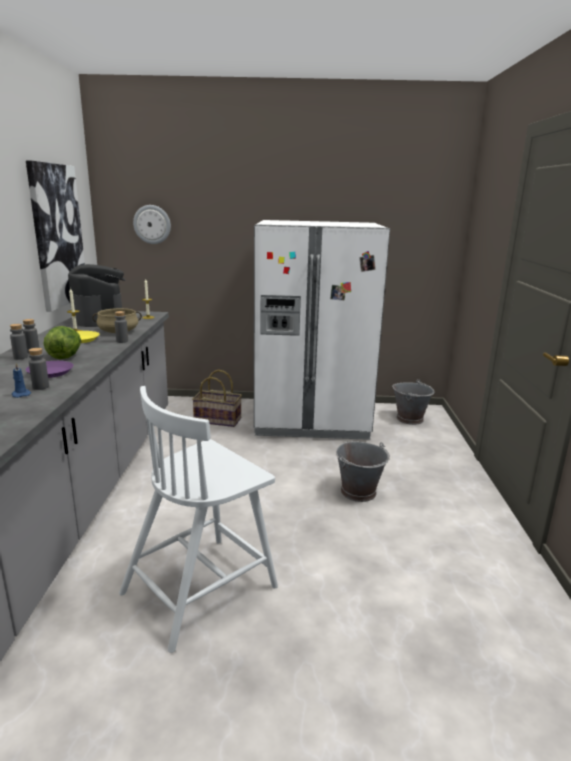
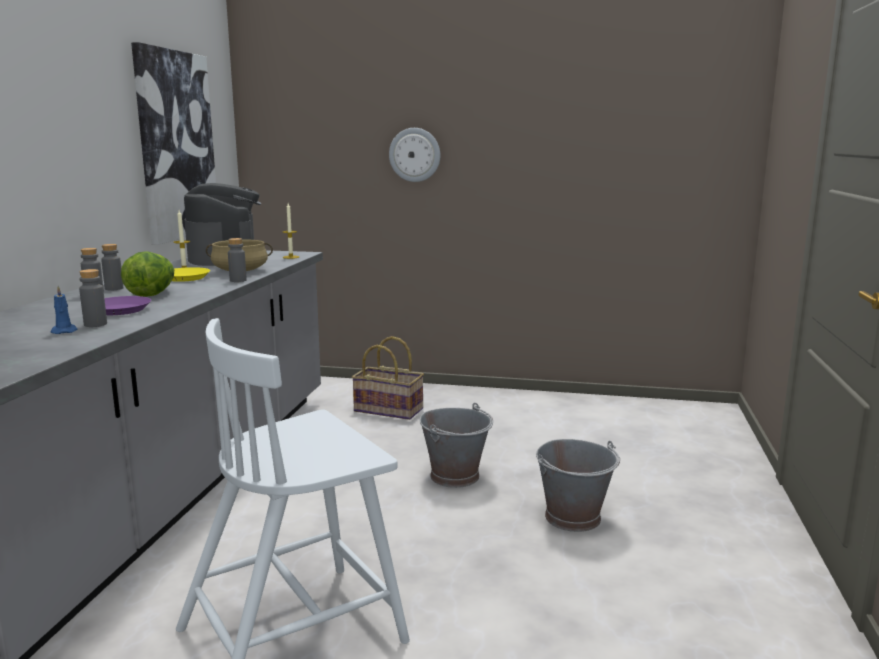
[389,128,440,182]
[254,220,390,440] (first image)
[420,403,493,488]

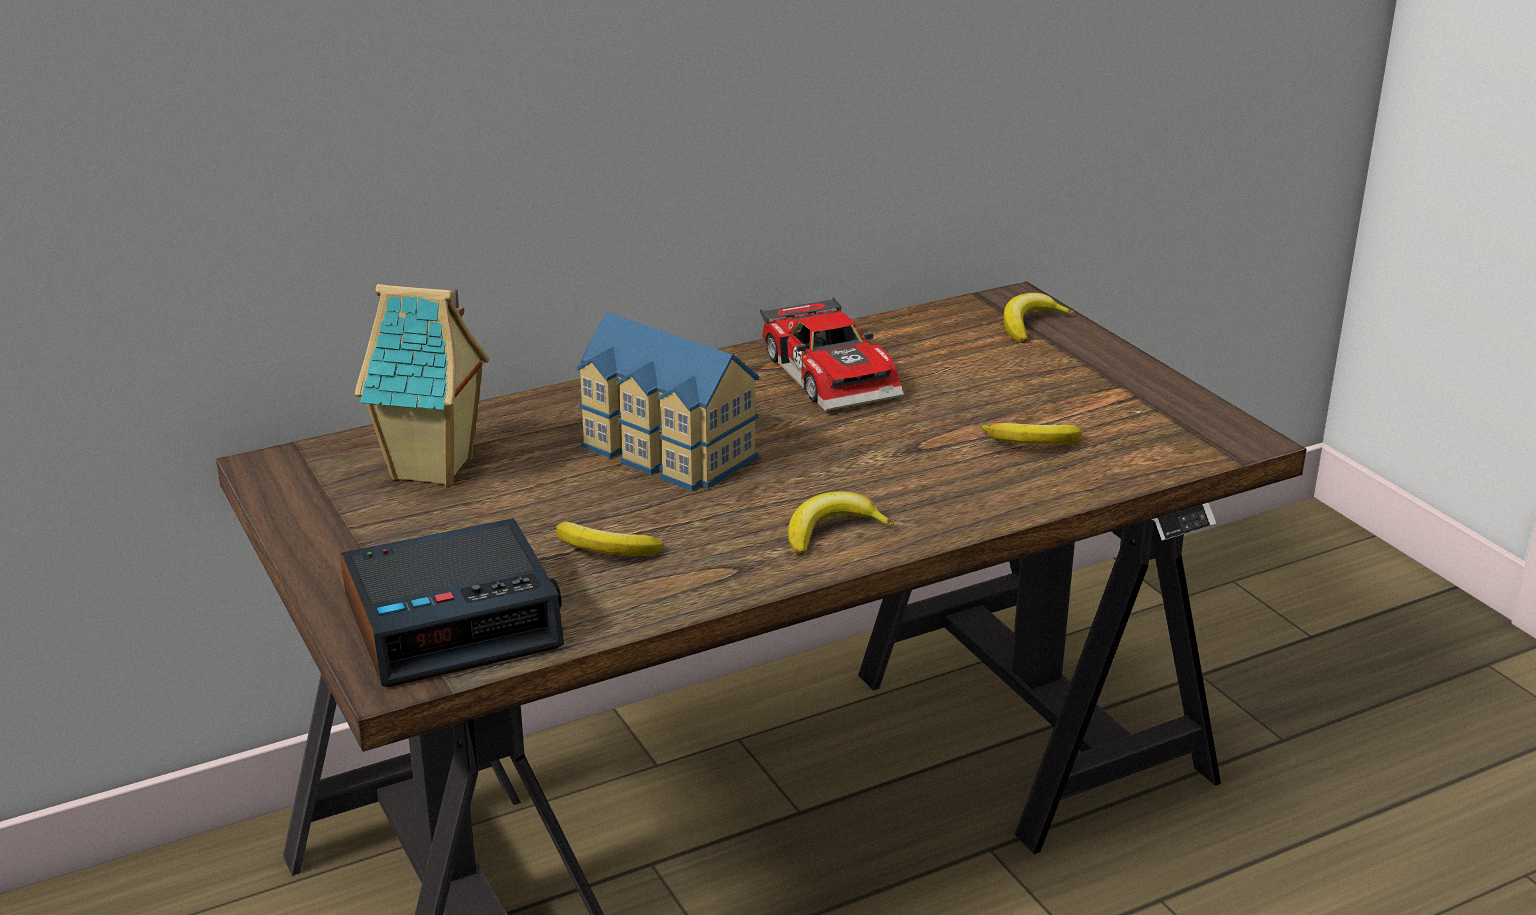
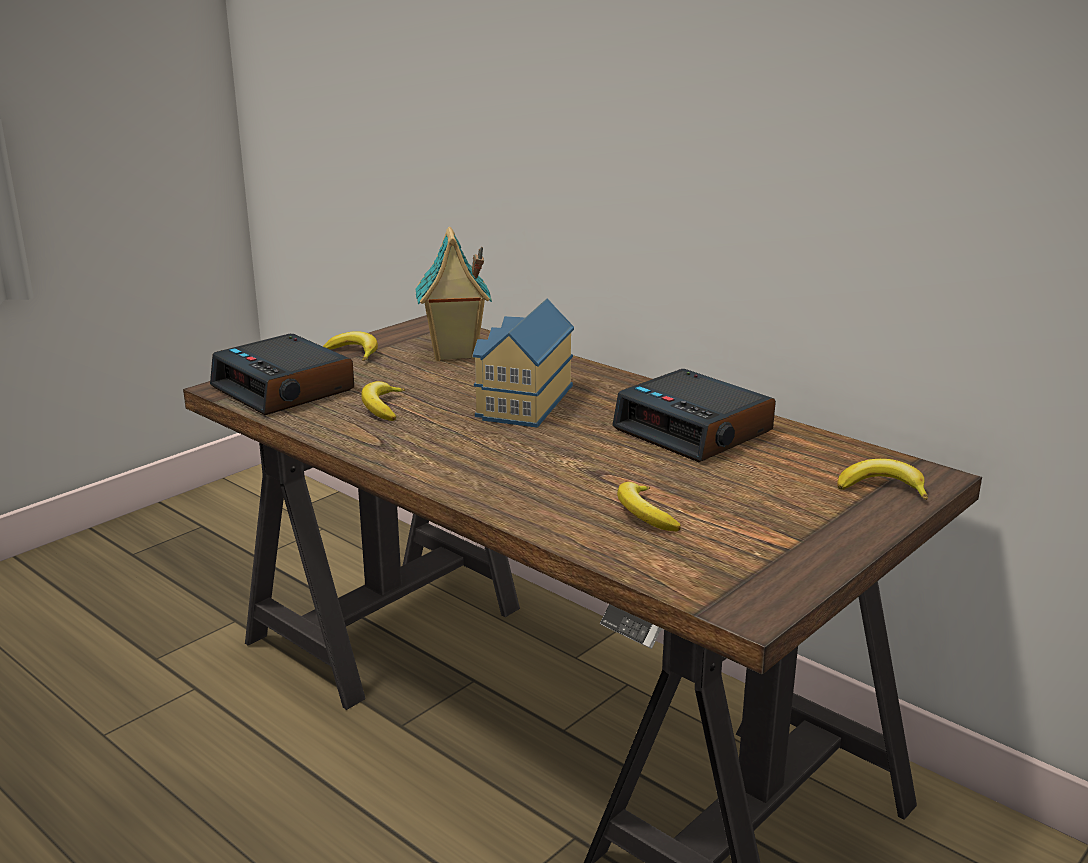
[612,369,776,462]
[323,331,378,361]

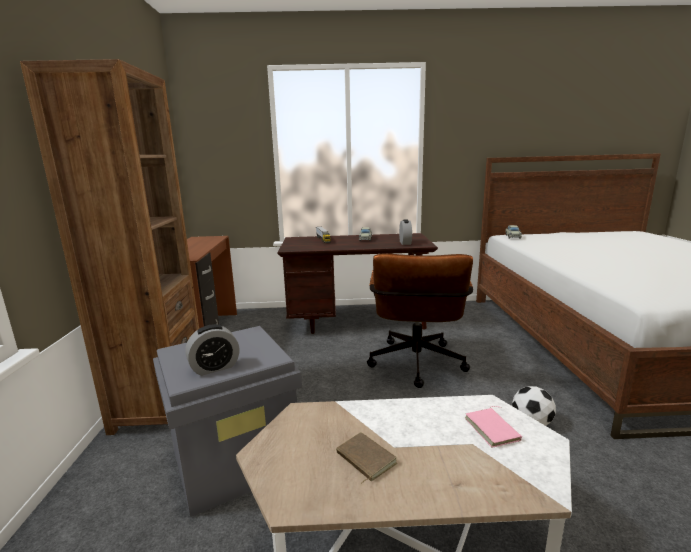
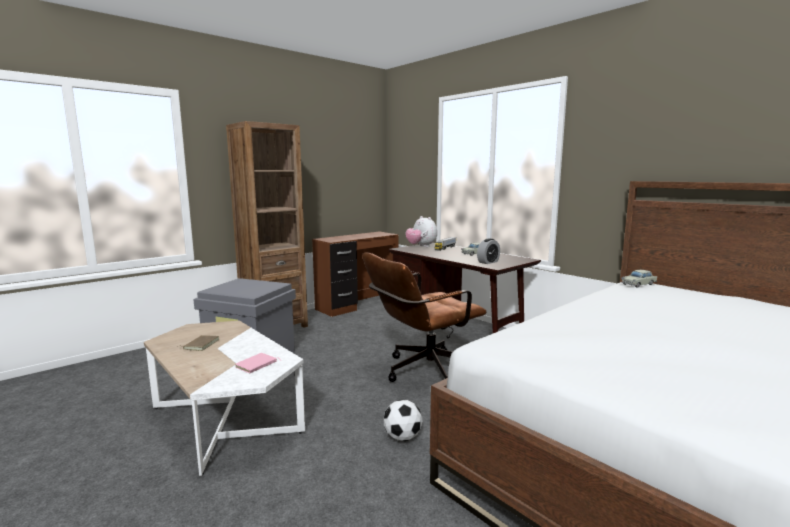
[185,324,240,376] (first image)
[406,216,437,247]

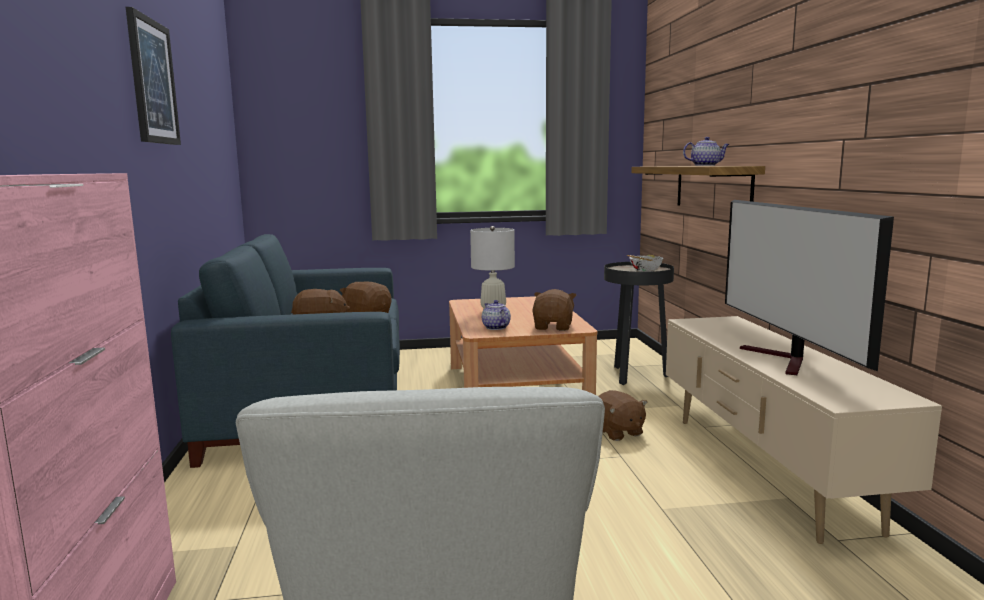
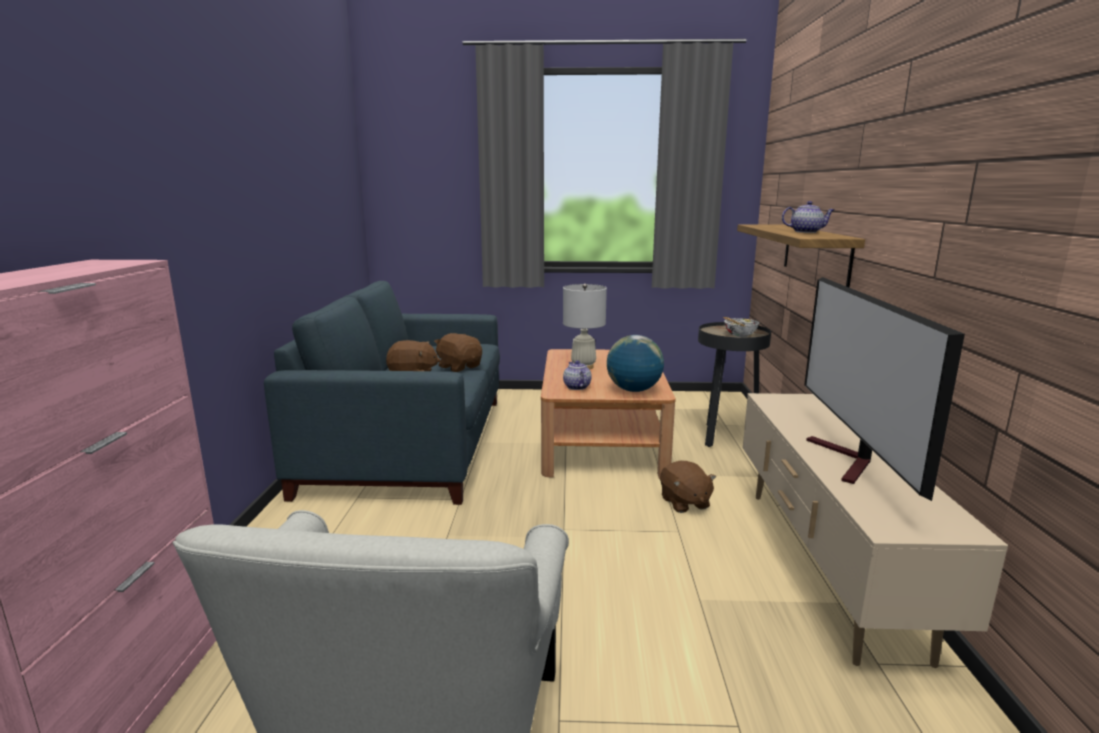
[126,7,181,145] (first image)
[607,335,664,392]

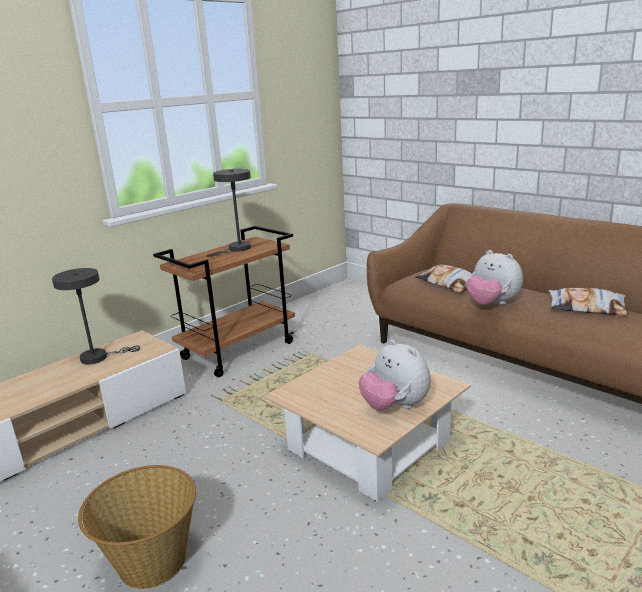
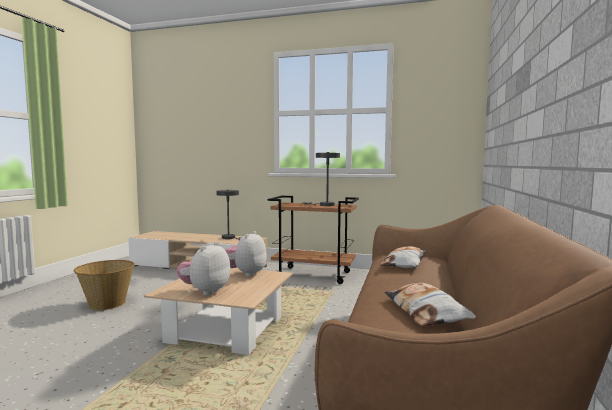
[225,231,267,277]

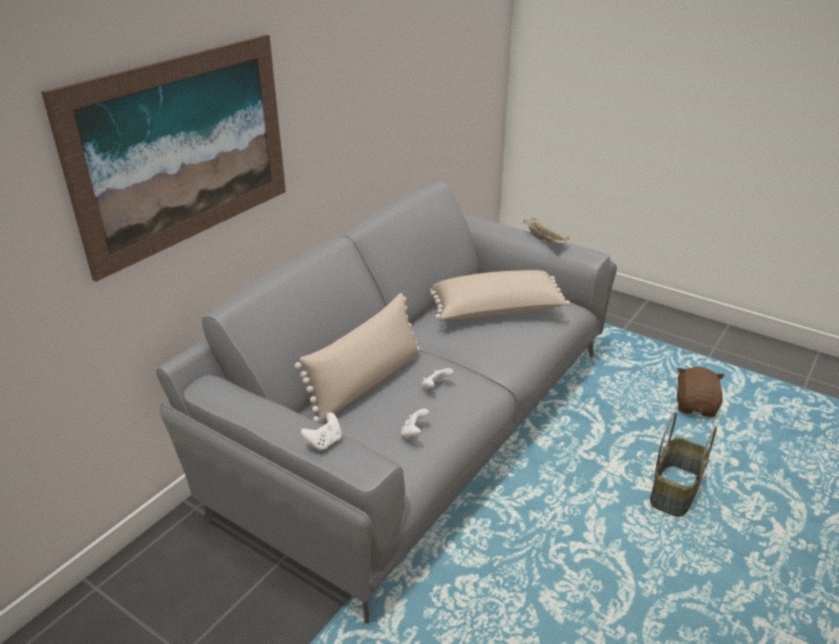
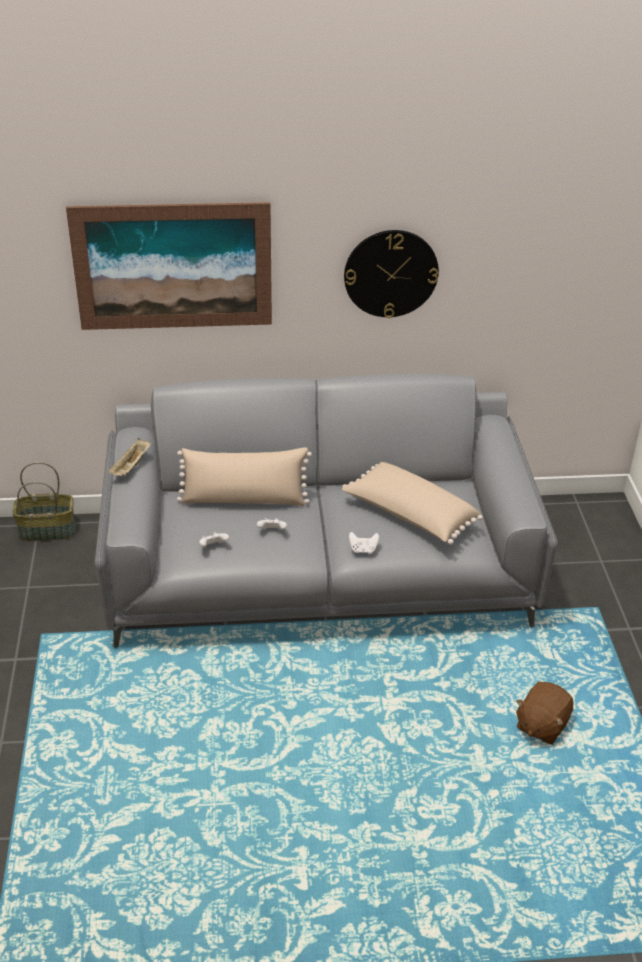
[108,438,151,476]
[516,682,574,744]
[349,532,379,553]
[12,462,76,541]
[344,230,439,318]

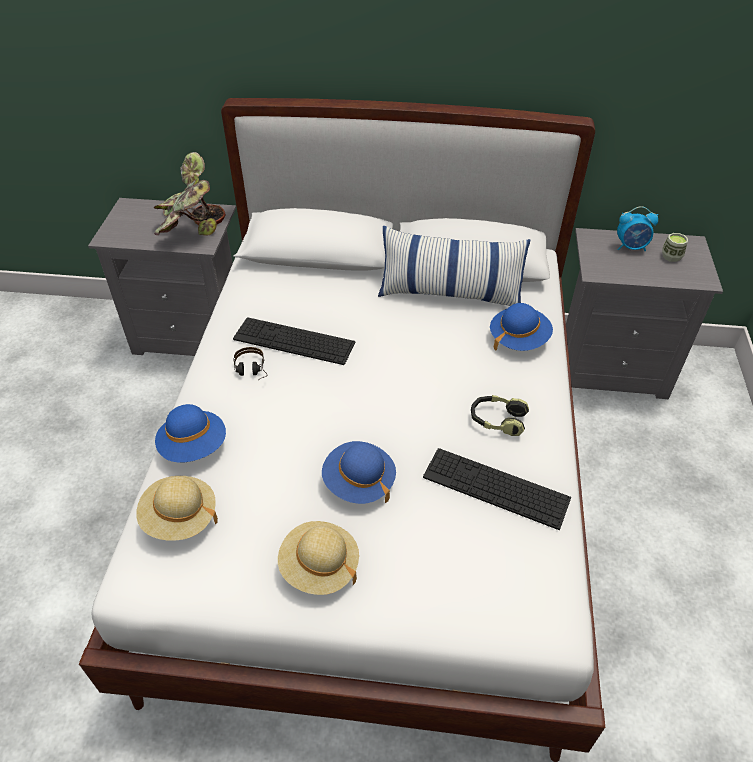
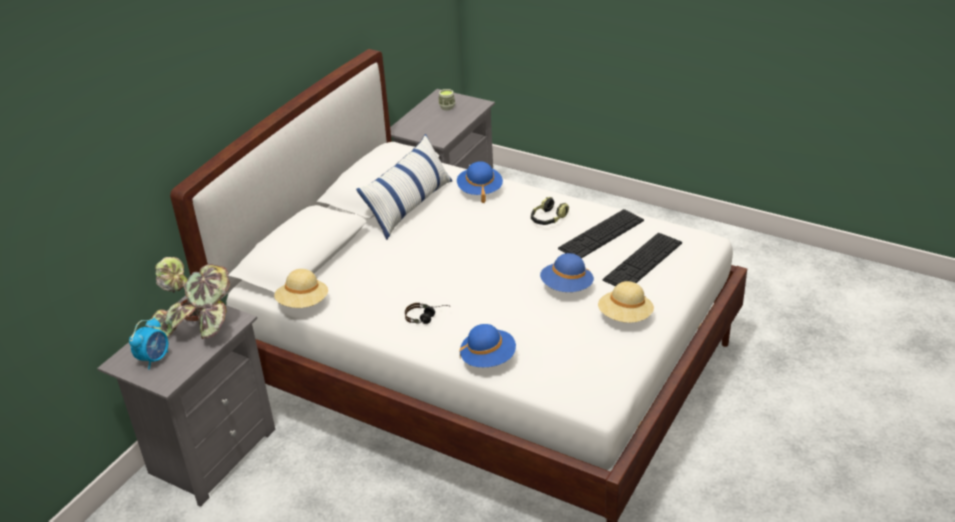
[129,317,168,370]
[603,233,682,286]
[274,269,328,308]

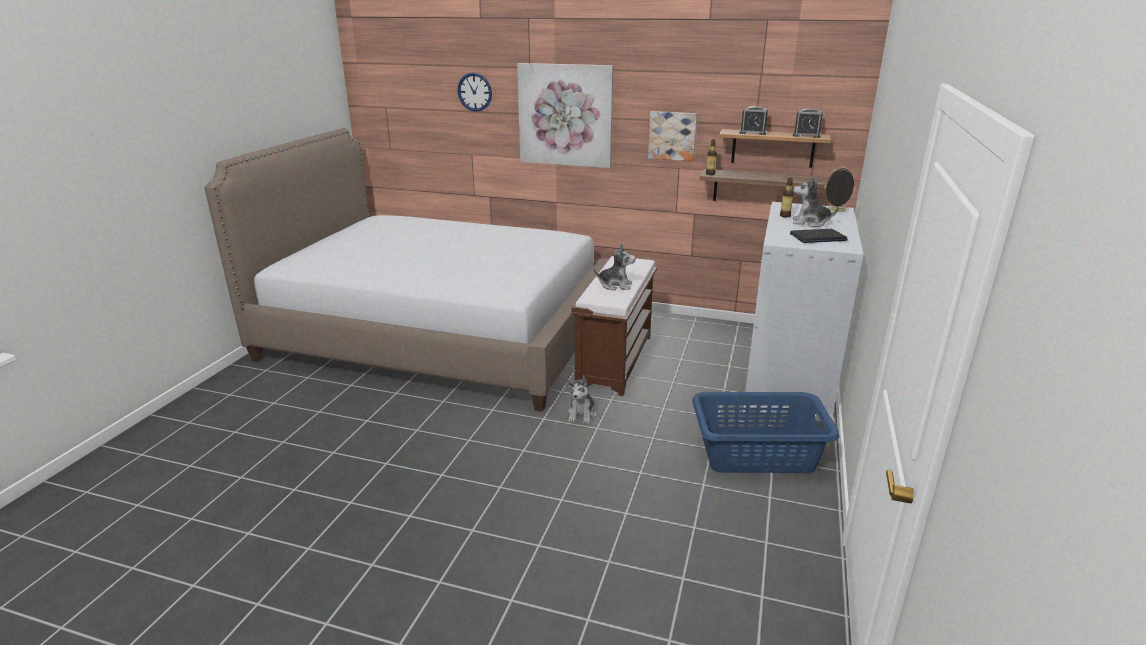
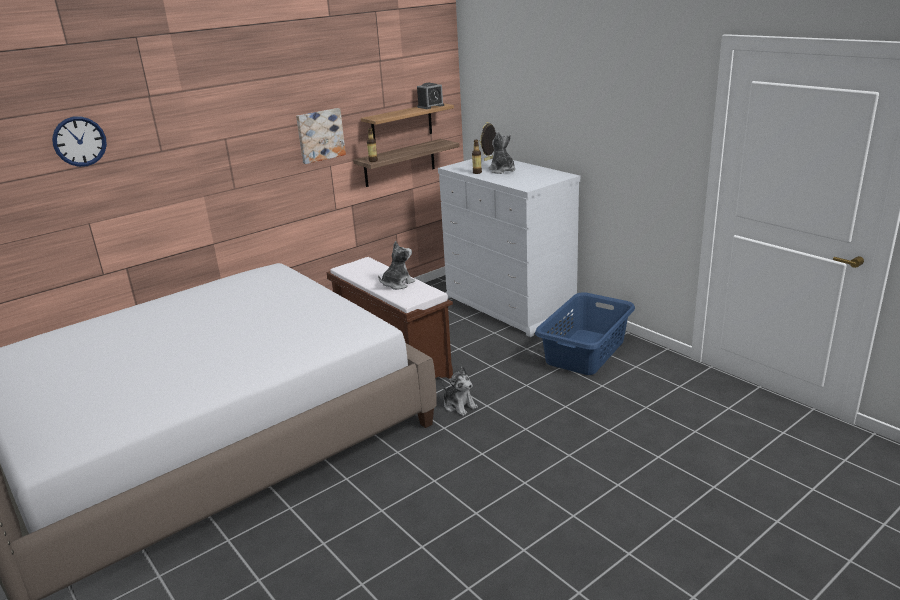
[517,63,614,168] (first image)
[739,106,768,135] (first image)
[488,131,515,174]
[790,229,848,243] (first image)

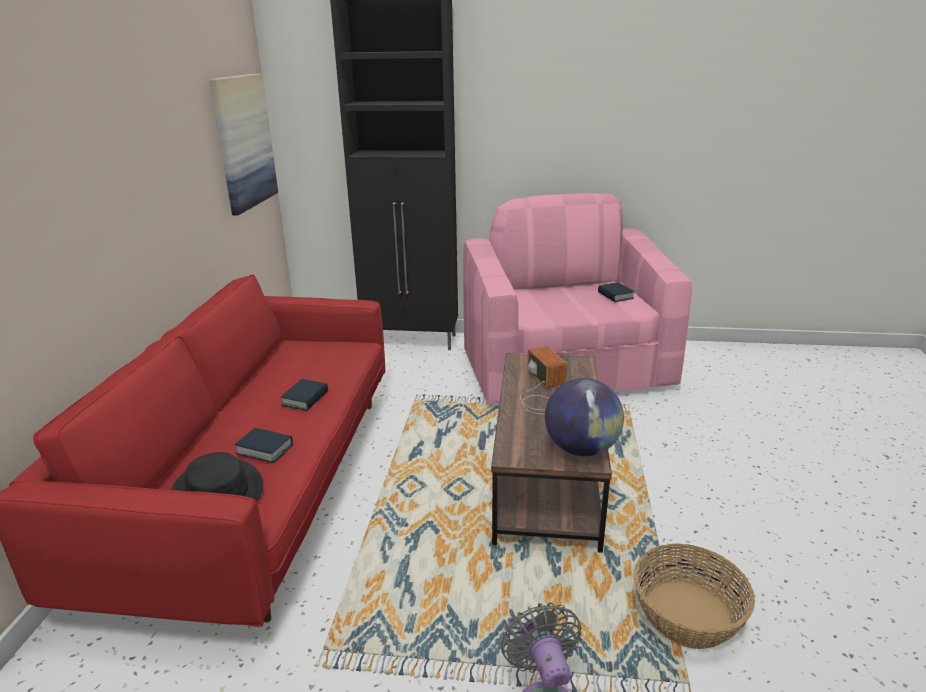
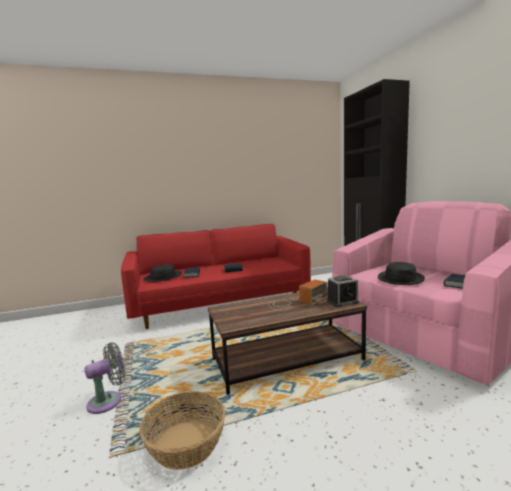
[209,73,278,215] (first image)
[545,378,624,456] (first image)
[378,262,425,285]
[327,275,359,307]

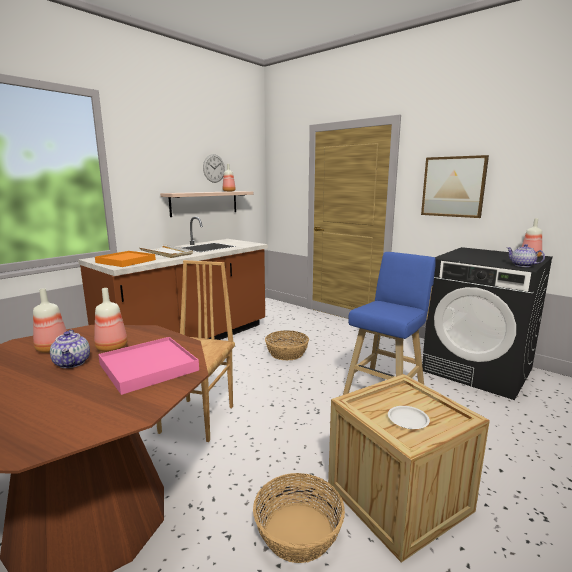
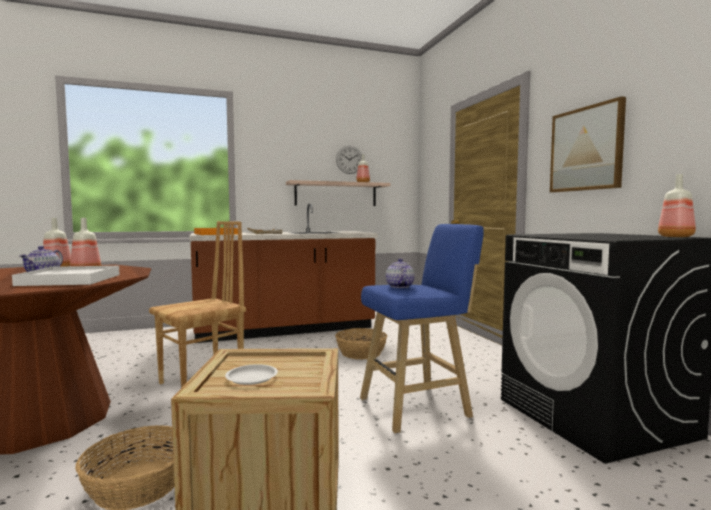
[386,259,415,288]
[12,266,120,286]

